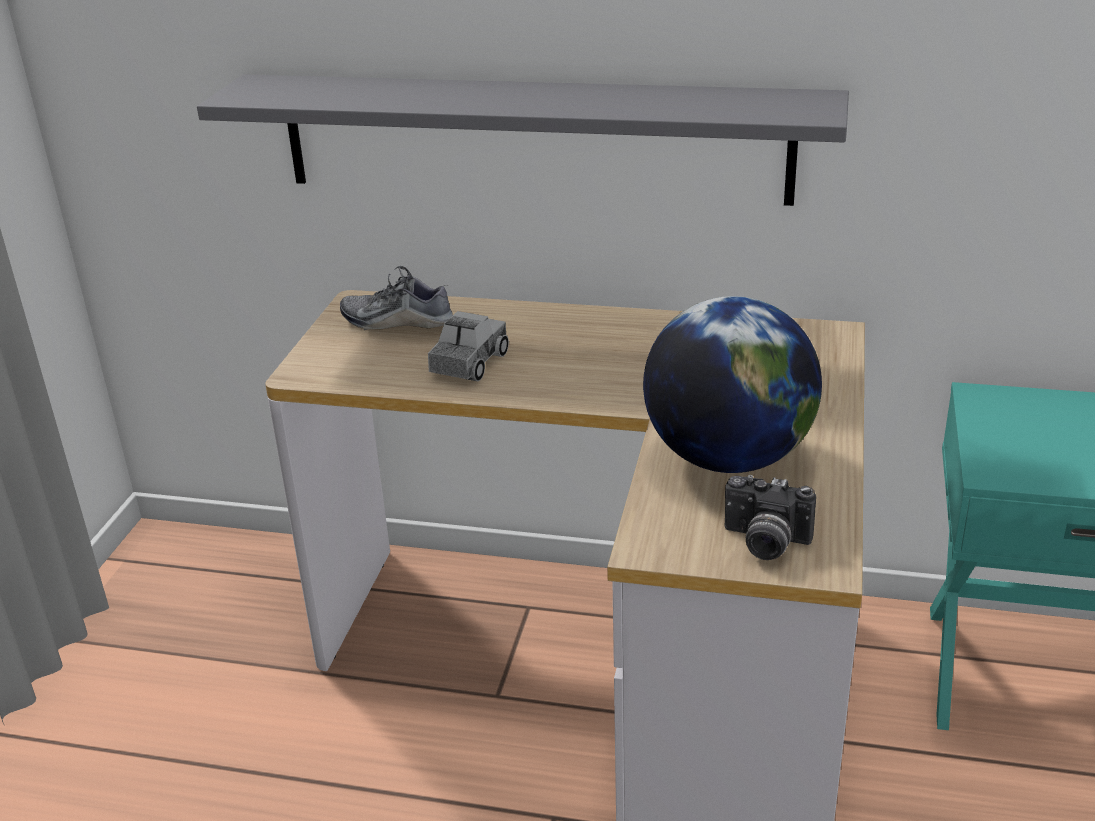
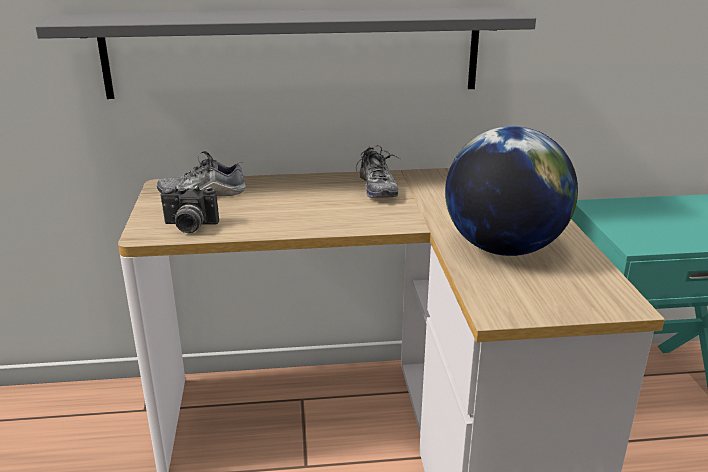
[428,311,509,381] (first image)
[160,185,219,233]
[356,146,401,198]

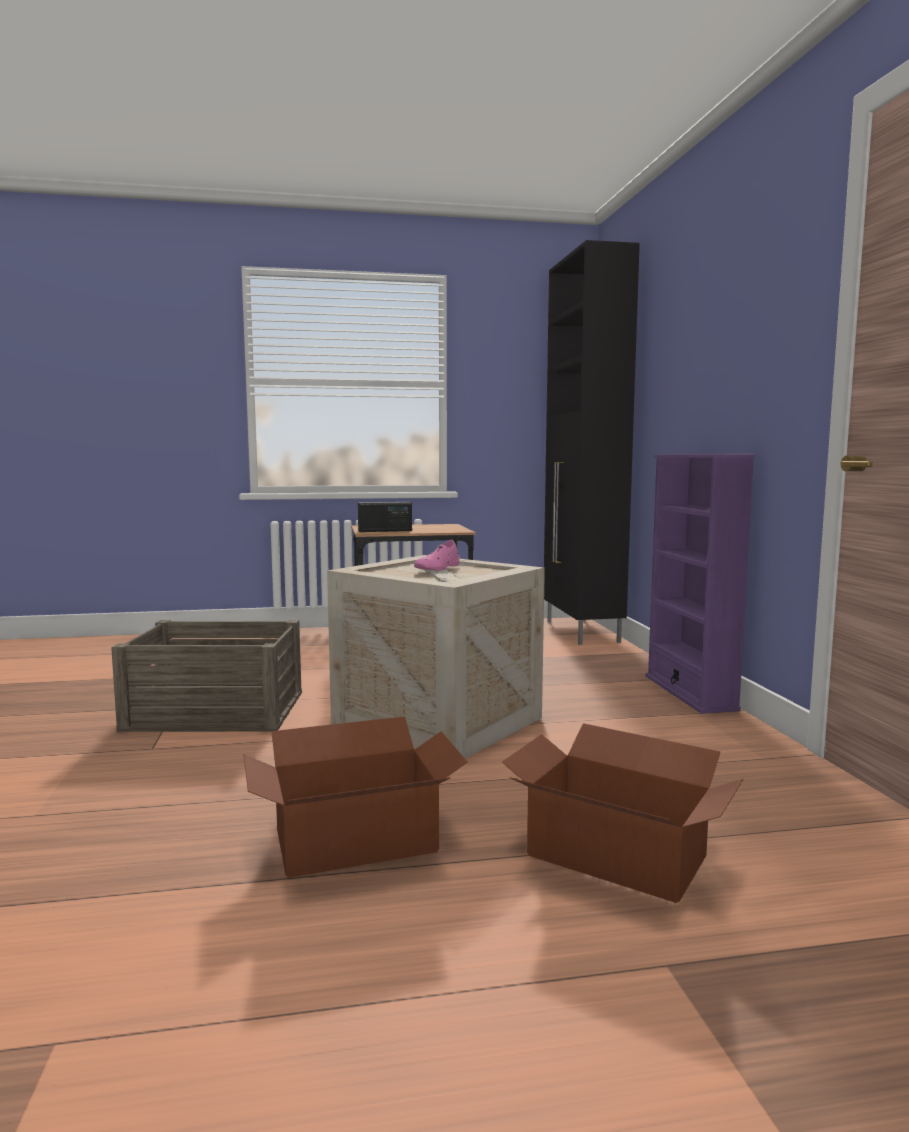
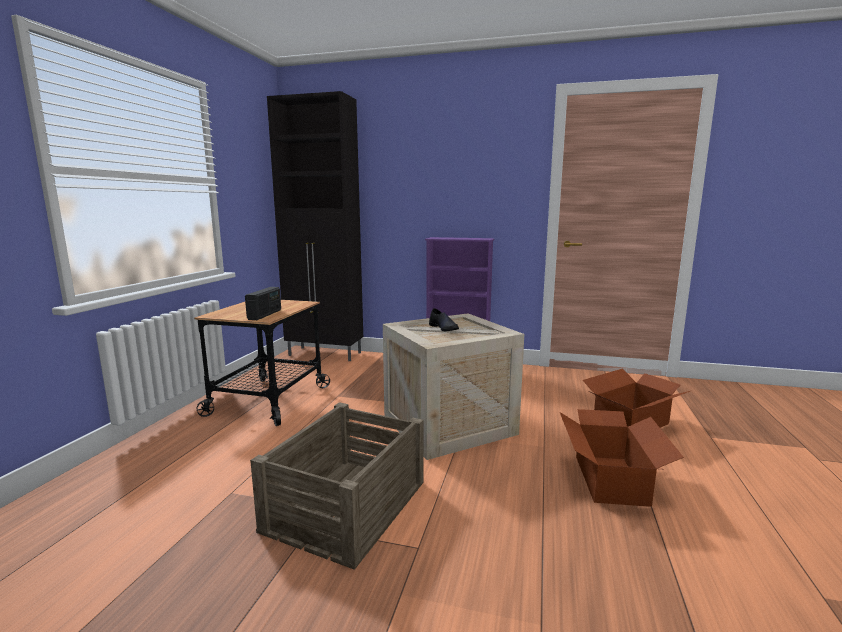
[429,308,459,331]

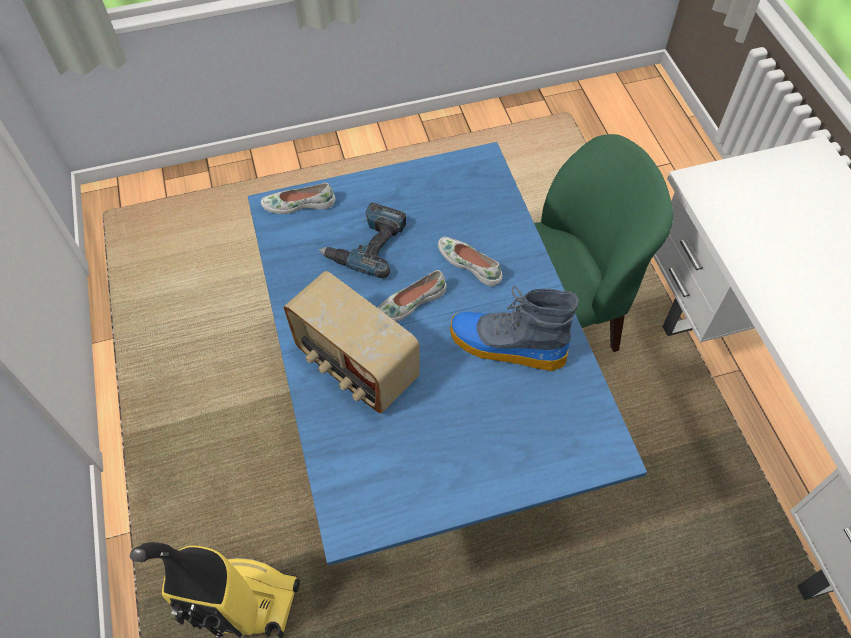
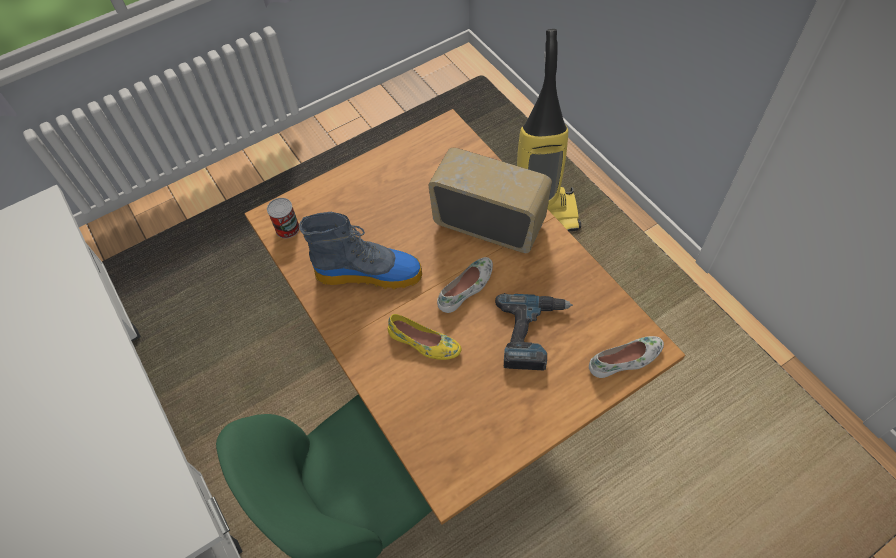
[245,109,685,525]
[388,314,462,360]
[267,198,300,238]

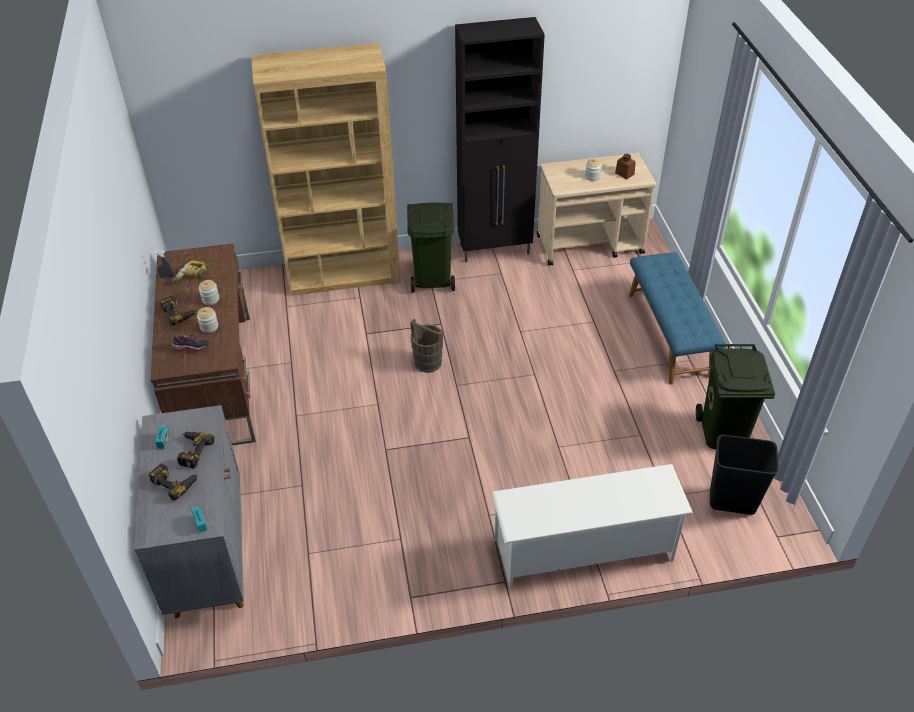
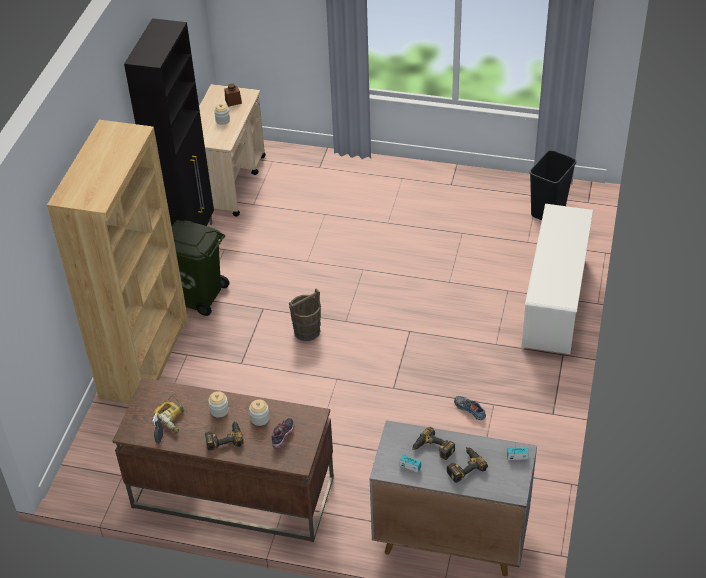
[629,252,726,385] (first image)
[696,344,775,449] (first image)
[454,396,486,420]

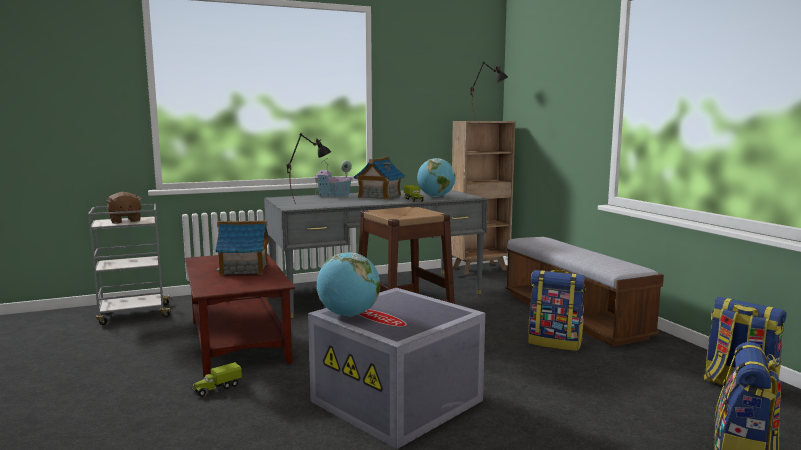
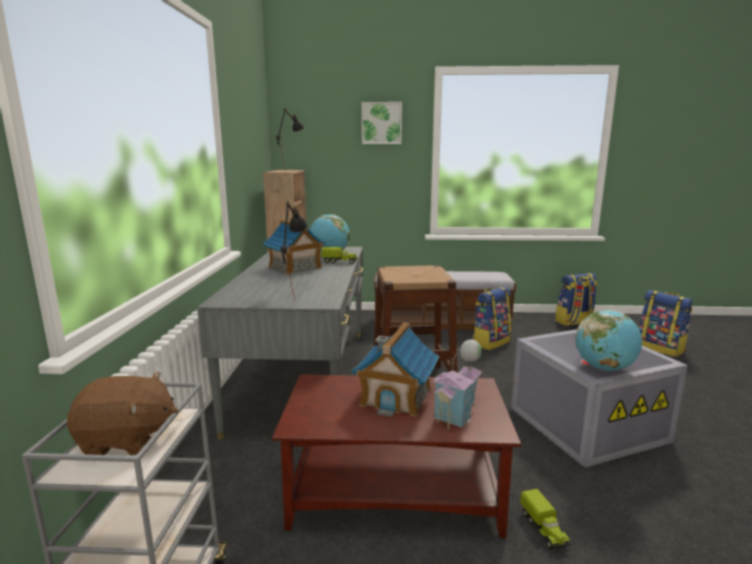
[433,340,482,429]
[362,102,402,144]

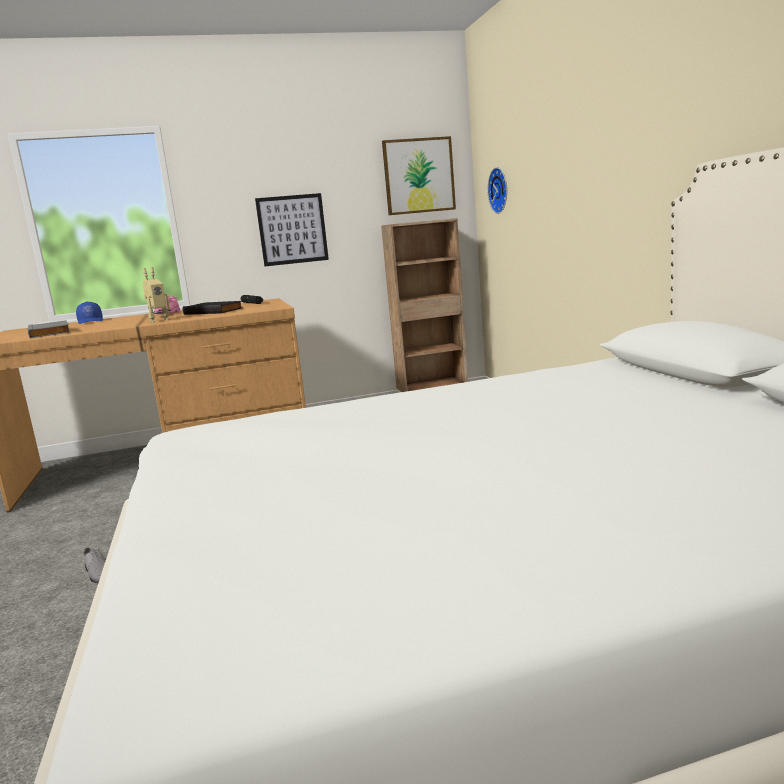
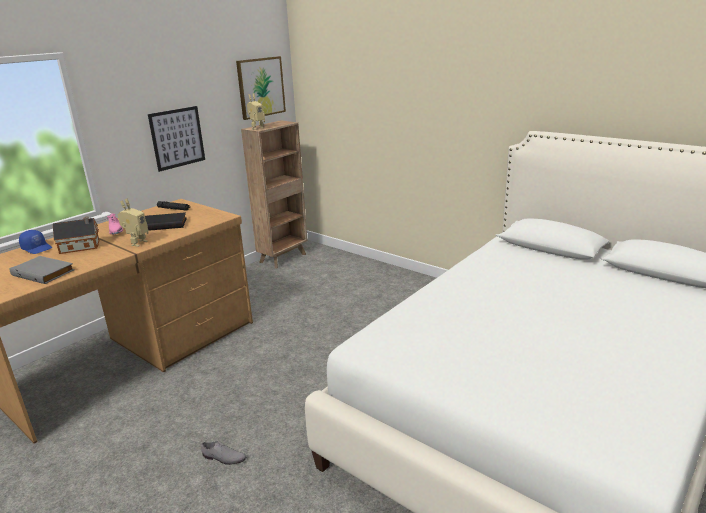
[487,167,507,214] (first image)
[247,94,265,130]
[53,217,99,254]

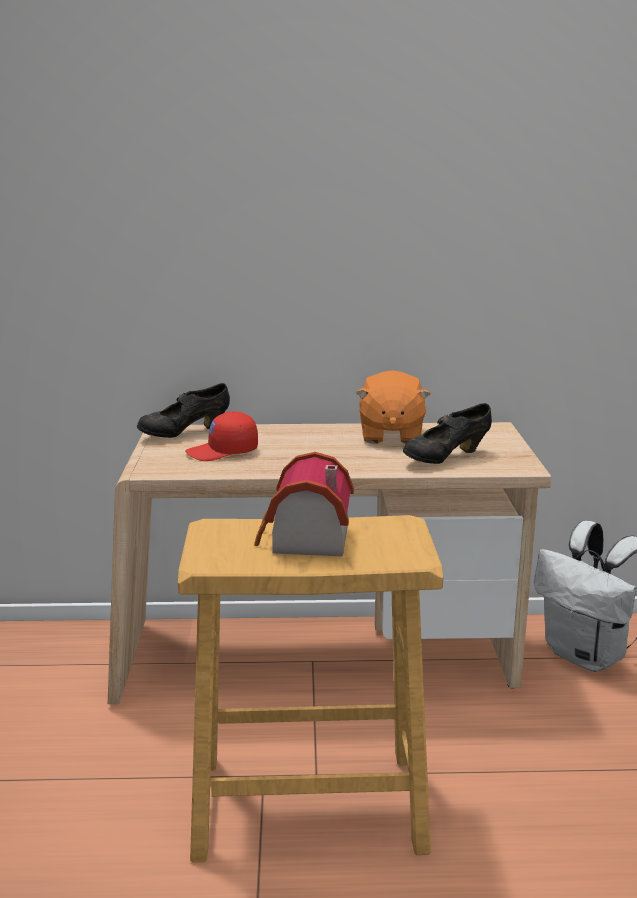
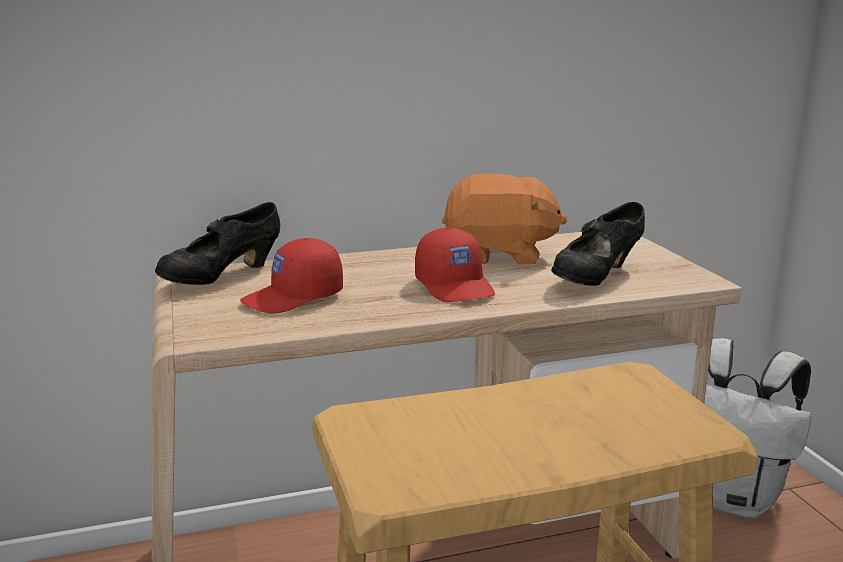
[442,173,567,264]
[254,452,354,557] (first image)
[415,227,495,302]

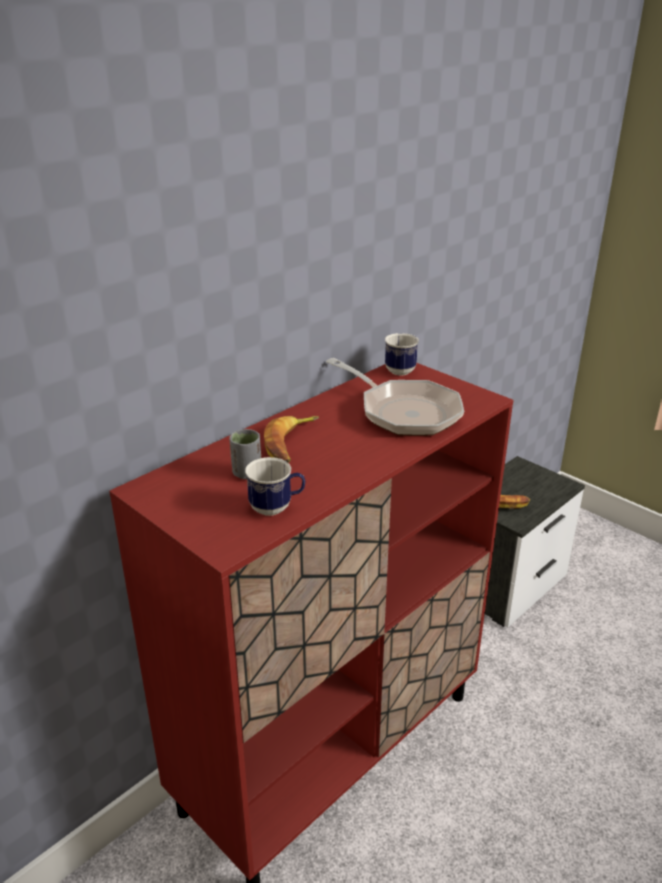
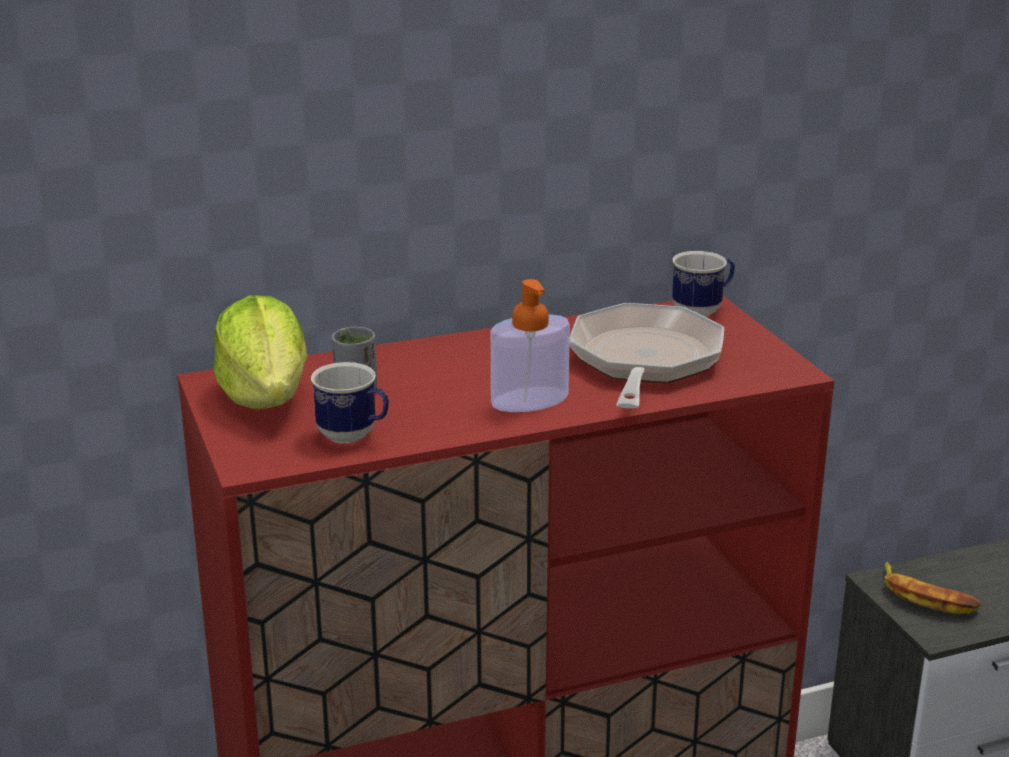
[569,303,724,408]
[264,416,319,463] (first image)
[491,279,570,412]
[214,295,307,410]

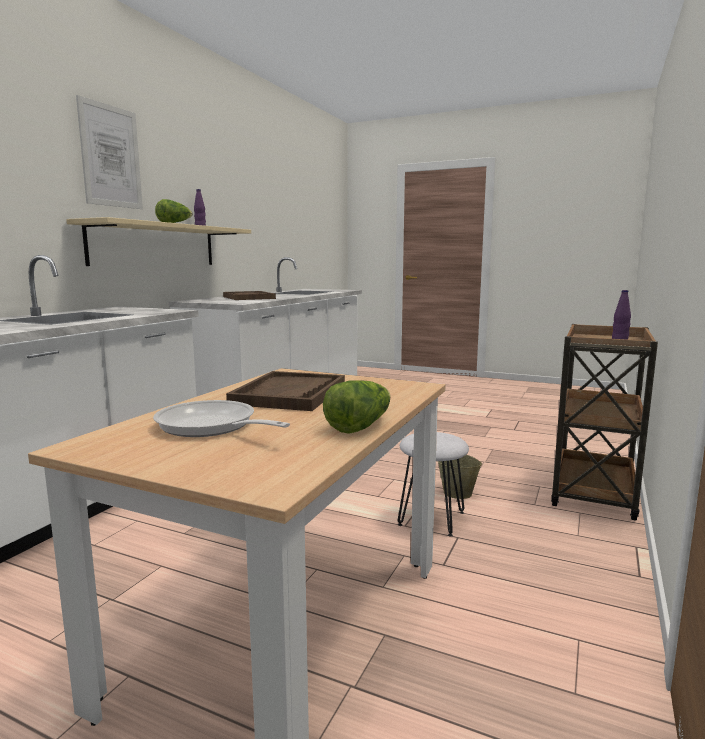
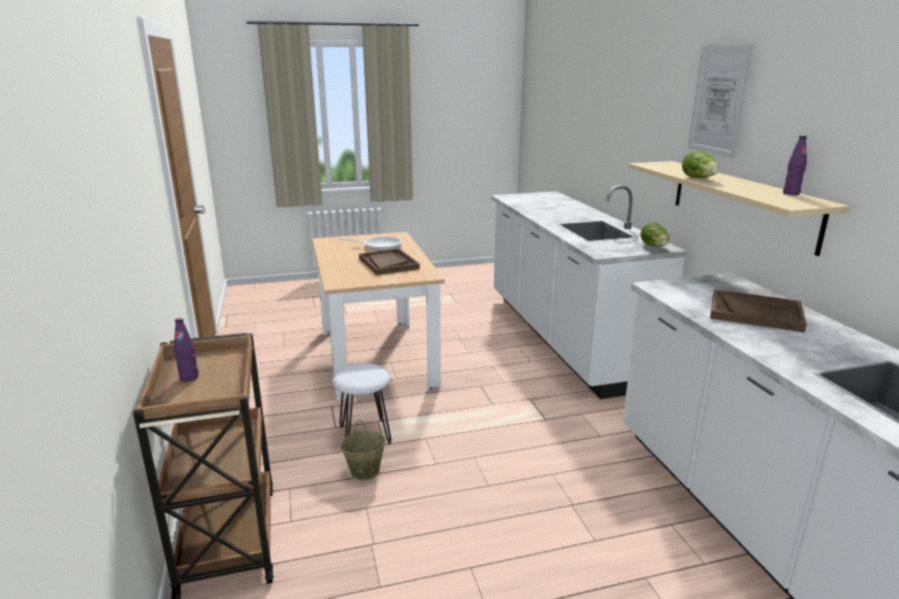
[640,222,669,247]

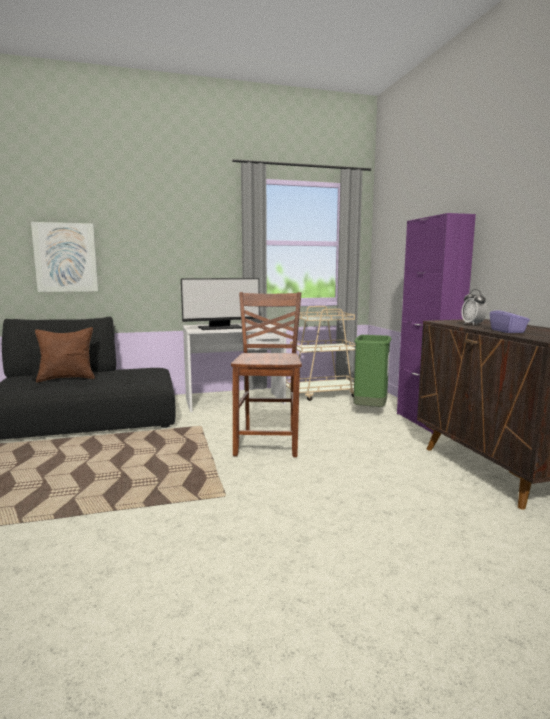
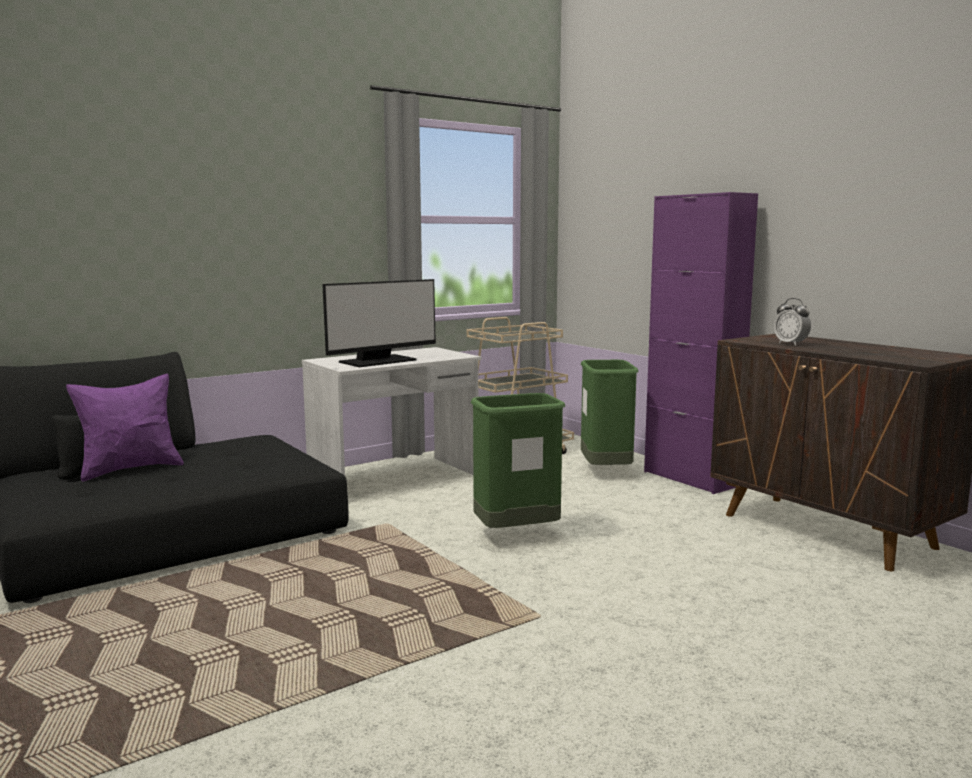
[31,222,98,292] (first image)
[471,393,565,528]
[490,304,530,333] (first image)
[66,374,184,482]

